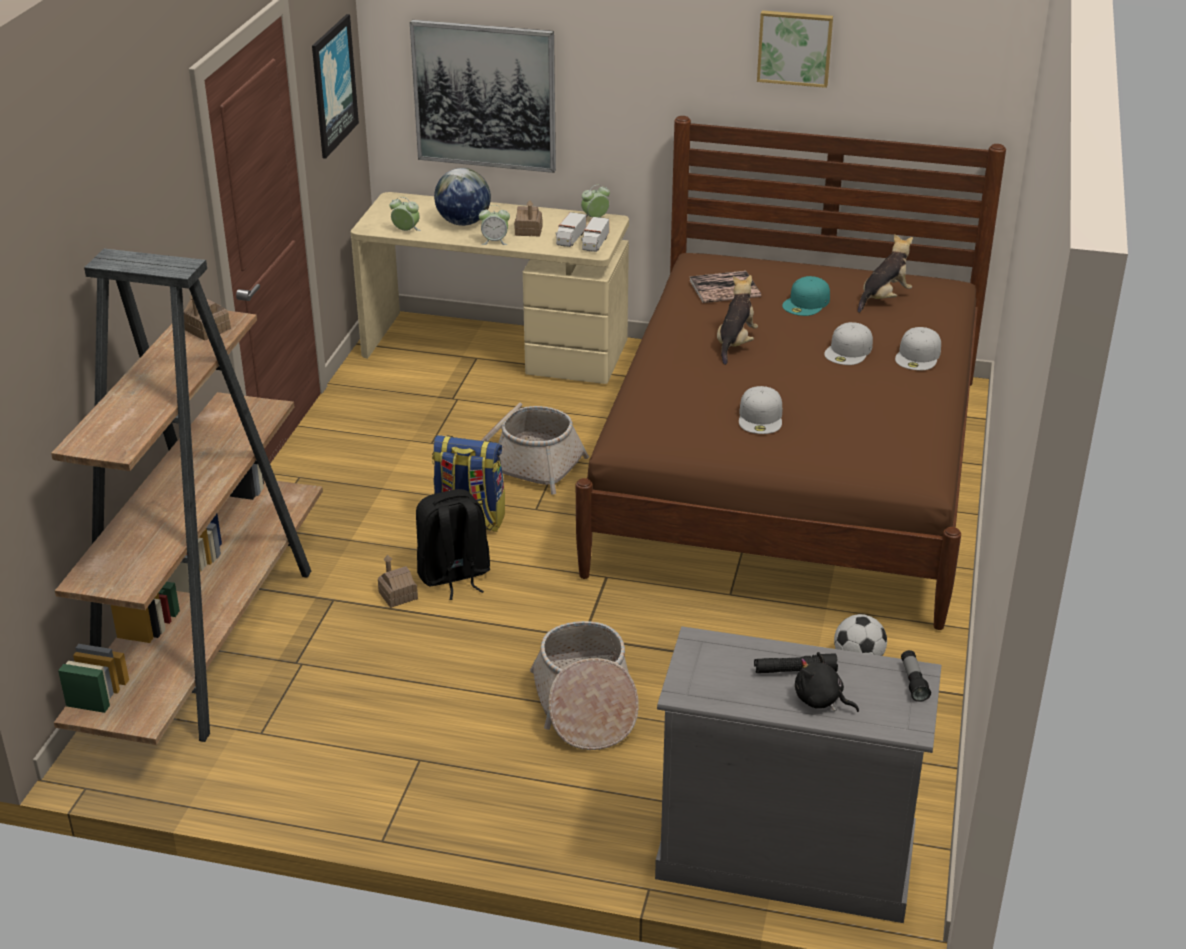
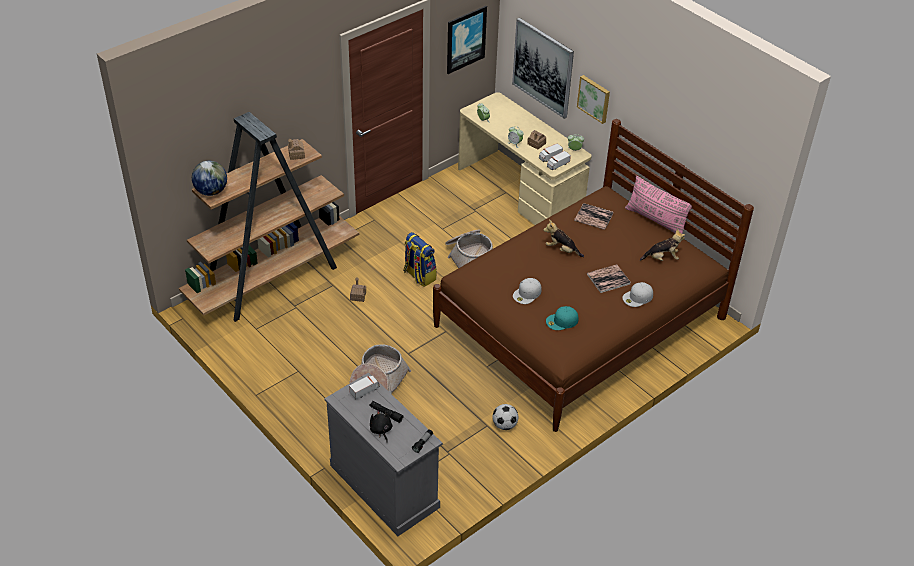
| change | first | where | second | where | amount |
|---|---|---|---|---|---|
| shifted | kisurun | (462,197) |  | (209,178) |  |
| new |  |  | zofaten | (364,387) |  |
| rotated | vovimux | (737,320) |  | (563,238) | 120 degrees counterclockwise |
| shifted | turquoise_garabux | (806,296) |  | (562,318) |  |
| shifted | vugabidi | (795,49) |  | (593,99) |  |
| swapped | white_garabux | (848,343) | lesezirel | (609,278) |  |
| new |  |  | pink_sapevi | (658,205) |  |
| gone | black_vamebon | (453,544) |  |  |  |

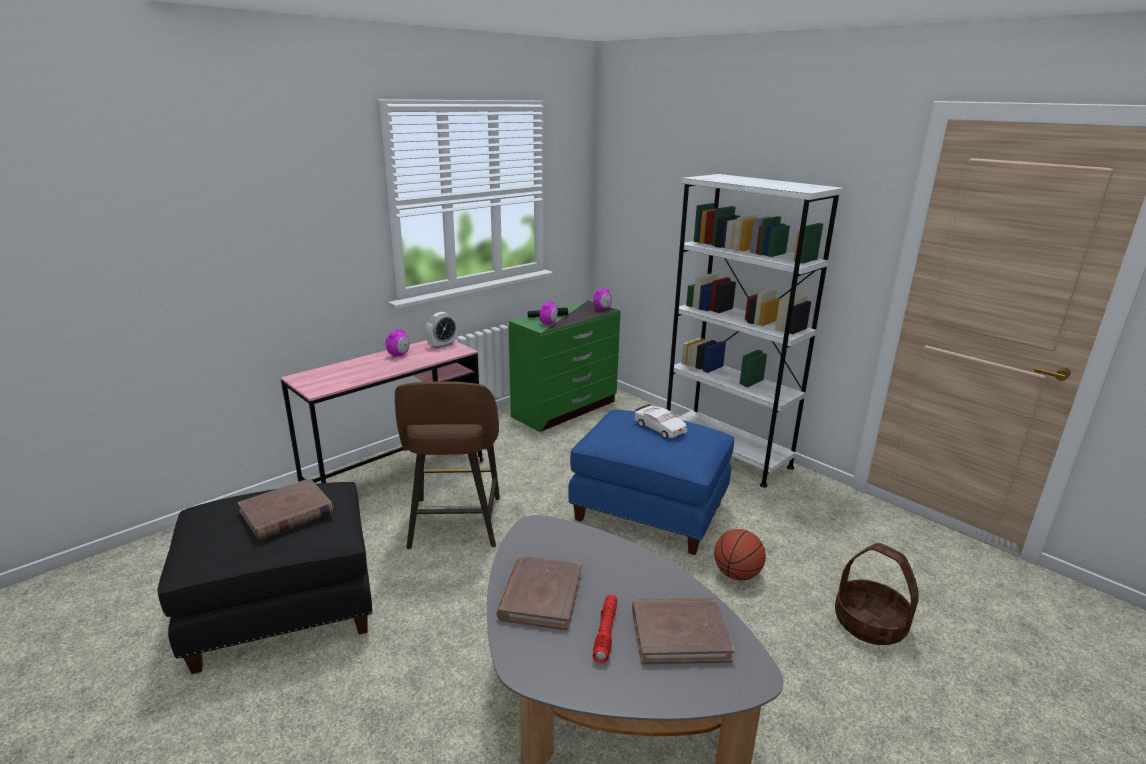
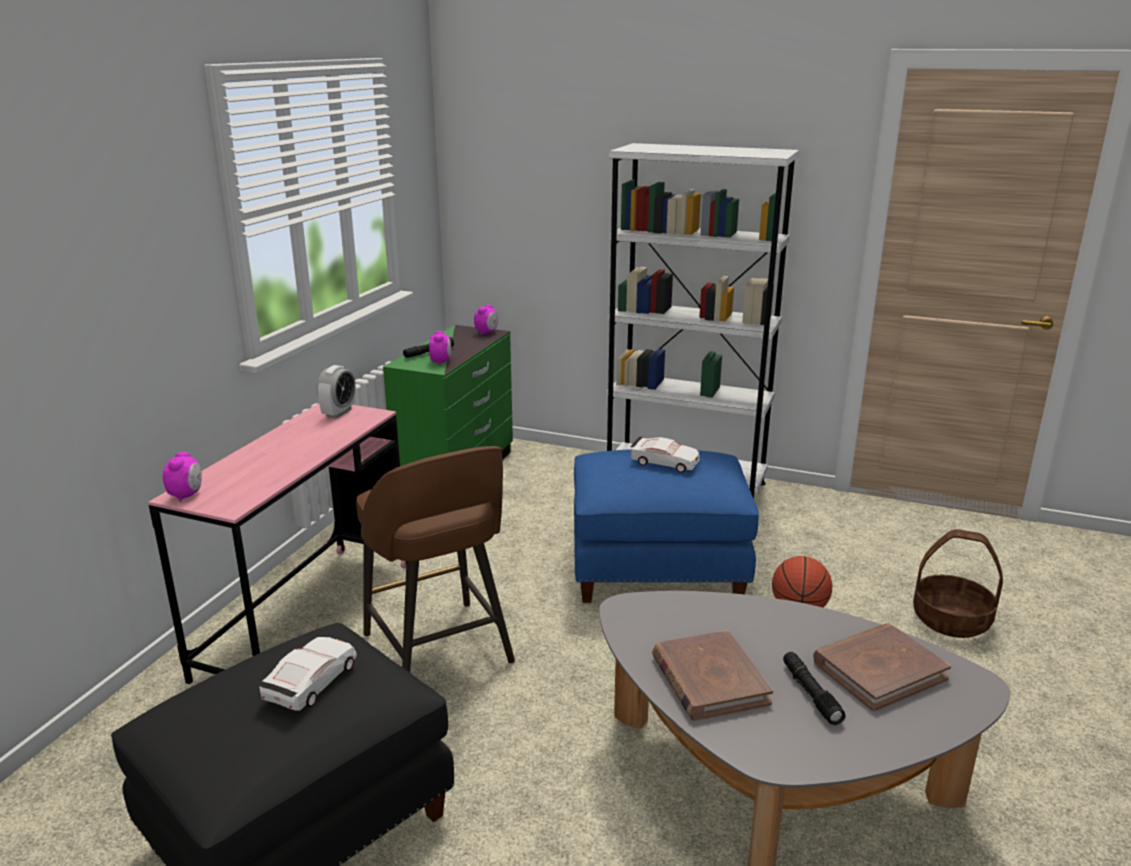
| change | first | where | second | where | amount |
|---|---|---|---|---|---|
| shifted | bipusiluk | (398,343) |  | (182,476) |  |
| swapped | brown_lesezirel | (285,508) | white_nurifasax | (307,674) |  |
| repainted | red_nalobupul | (605,629) | black_nalobupul | (814,688) |  |

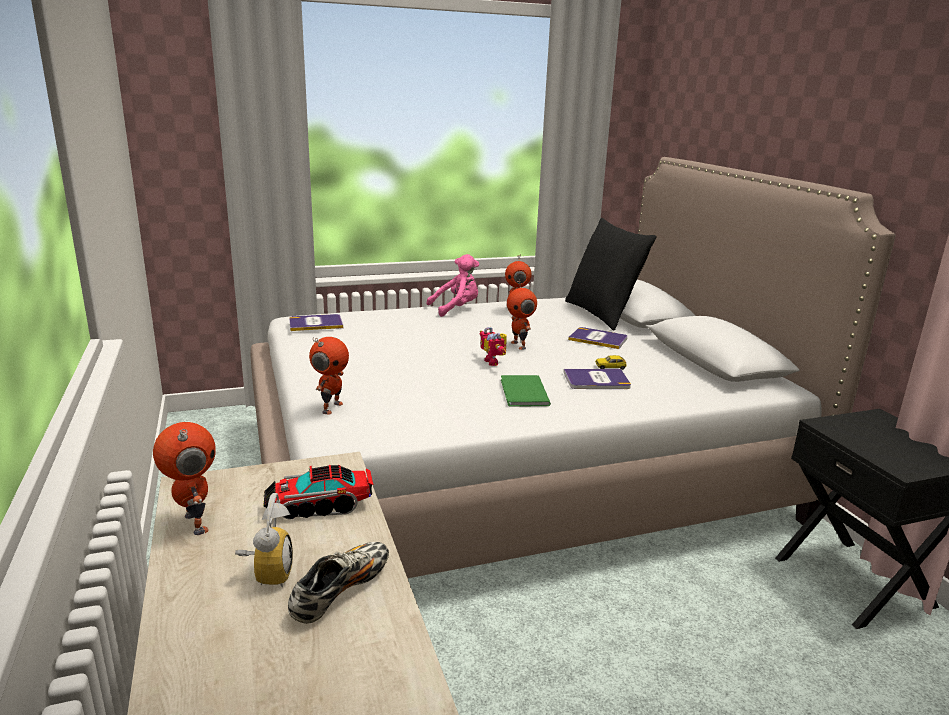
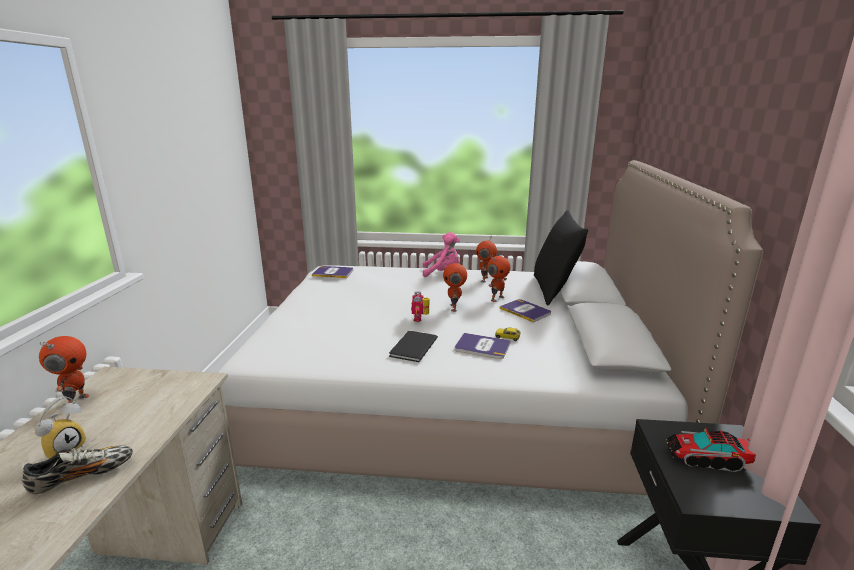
| change | first | where | second | where | amount |
|---|---|---|---|---|---|
| repainted | green_lesezirel | (526,390) | black_lesezirel | (413,346) |  |
| shifted | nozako | (329,376) |  | (498,279) |  |
| shifted | zofaten | (318,492) |  | (711,450) |  |

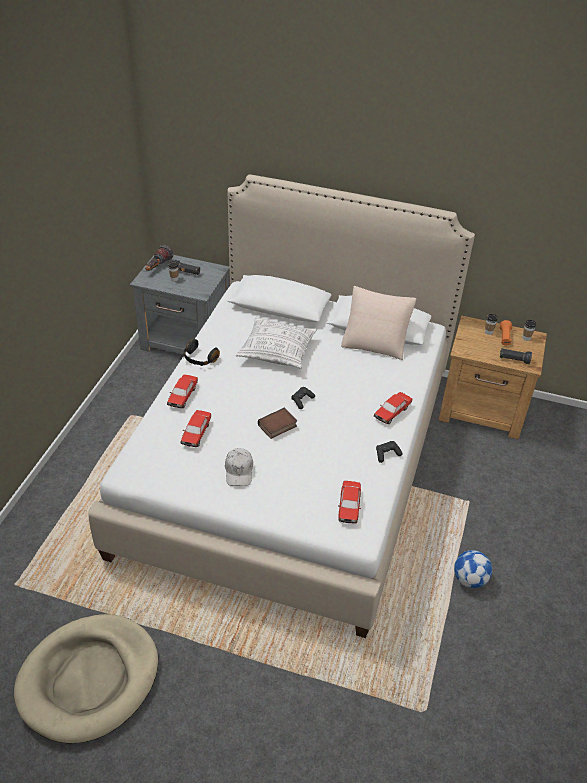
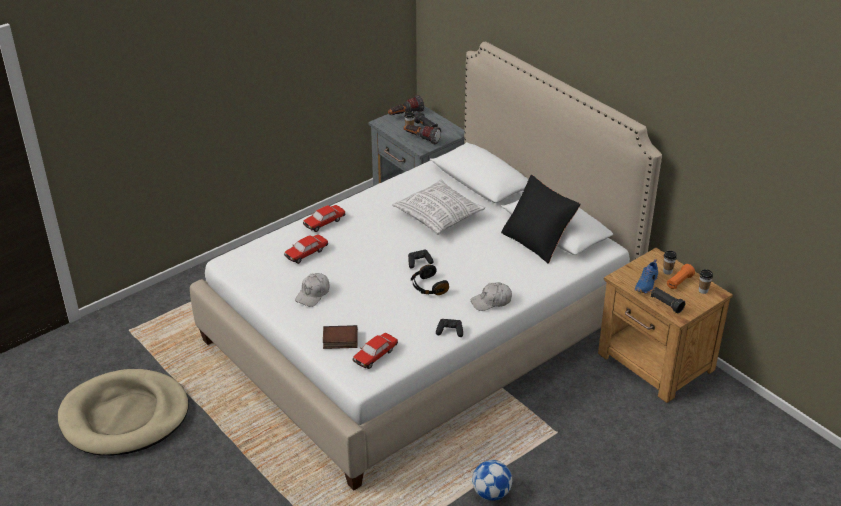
| change | first | where | second | where | amount |
|---|---|---|---|---|---|
| shifted | lesezirel | (277,423) |  | (340,337) |  |
| new |  |  | nalobupul | (422,134) |  |
| shifted | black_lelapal | (201,352) |  | (430,279) |  |
| swapped | nurifasax | (393,408) | white_garabux | (491,296) |  |
| repainted | beige_sapevi | (378,323) | black_sapevi | (541,219) |  |
| new |  |  | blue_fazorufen | (646,276) |  |

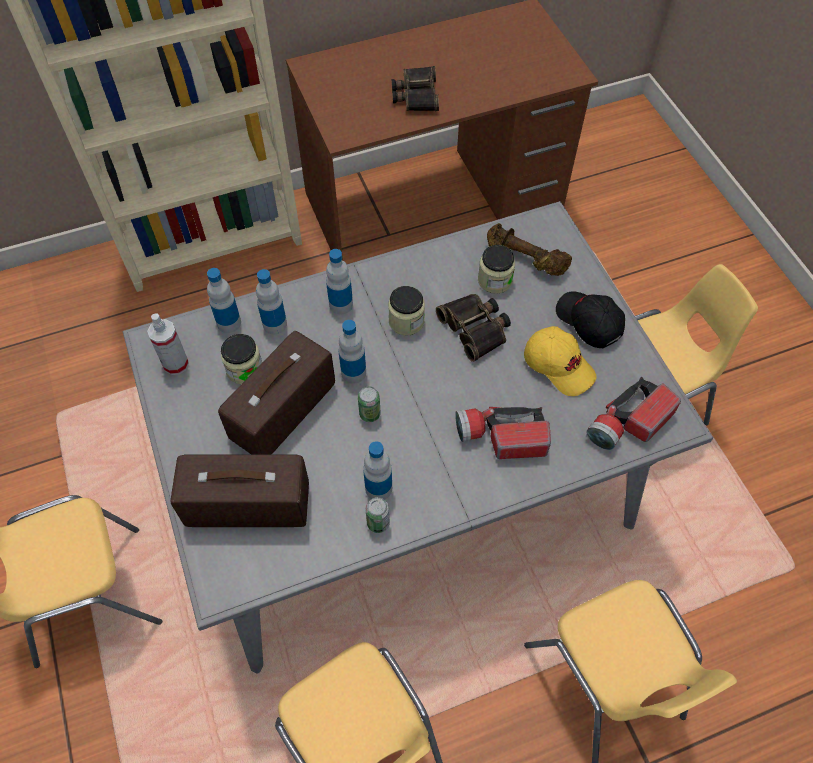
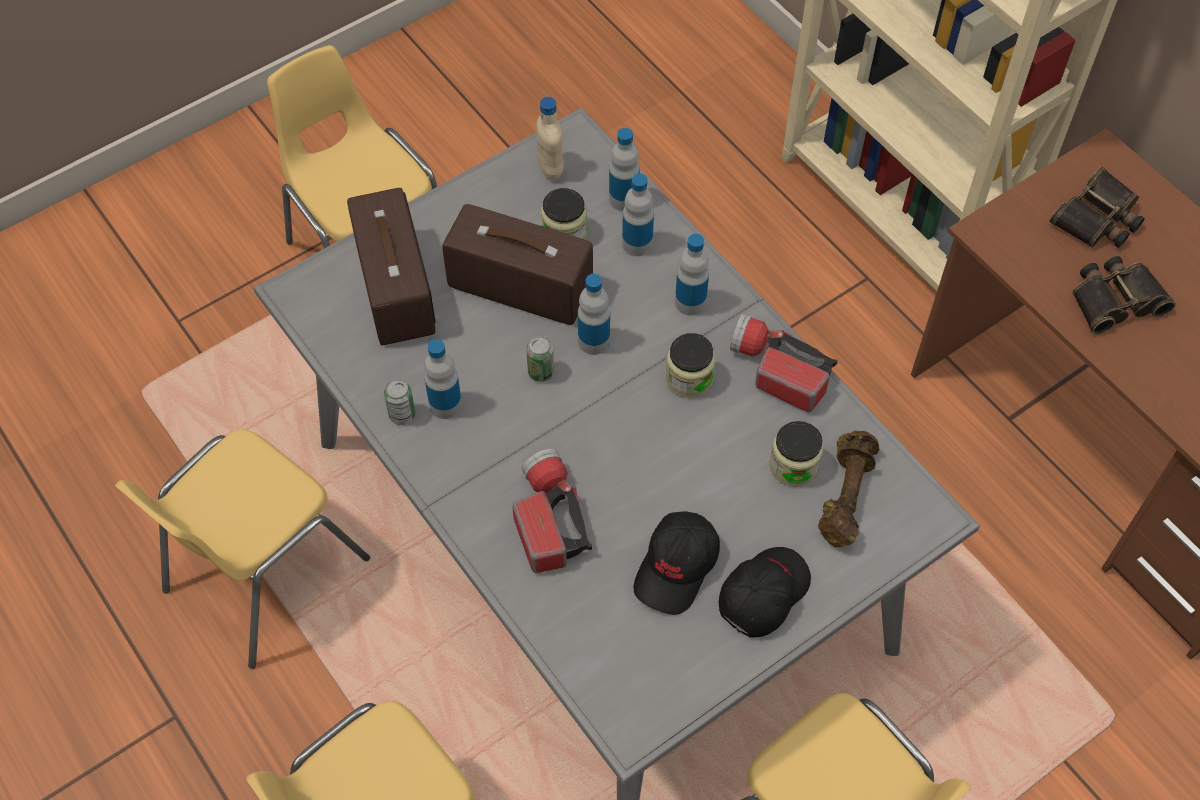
| change | first | where | second | where | amount |
|---|---|---|---|---|---|
| swapped | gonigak | (168,344) | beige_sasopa | (550,138) |  |
| repainted | yellow_garabux | (560,361) | black_garabux | (676,563) |  |
| shifted | nalobupul | (633,413) |  | (784,363) |  |
| shifted | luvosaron | (473,328) |  | (1097,207) |  |

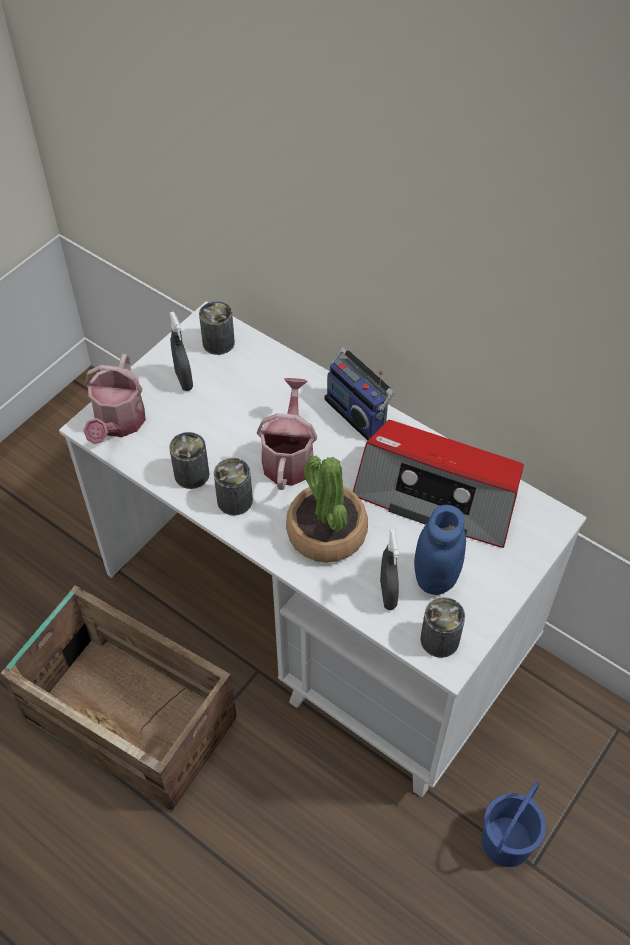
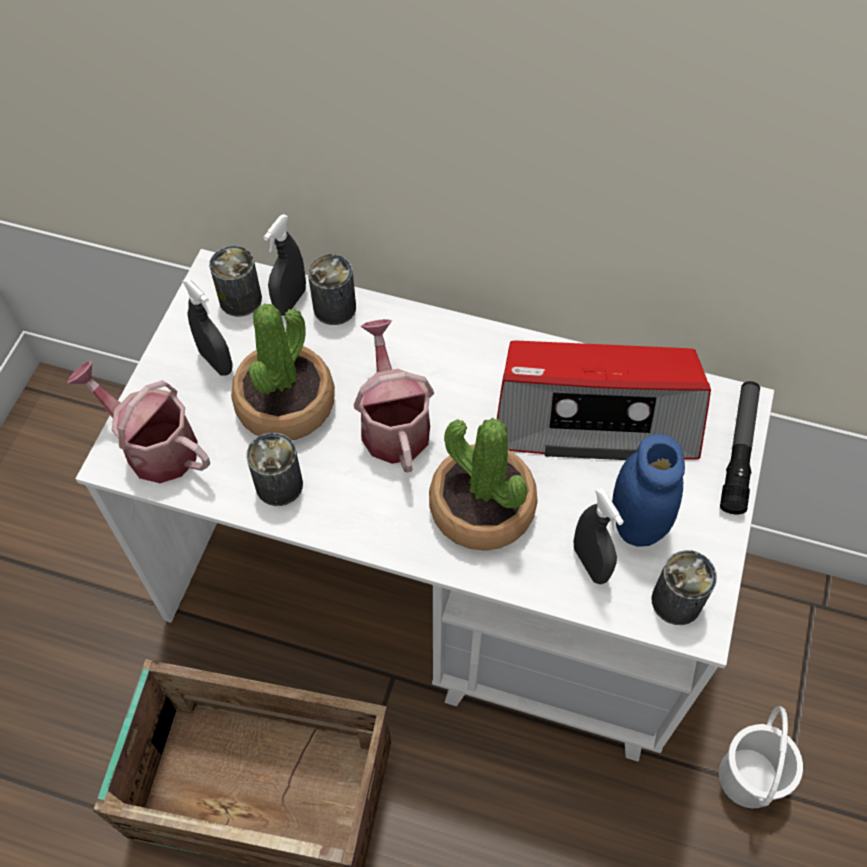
| change | first | where | second | where | amount |
|---|---|---|---|---|---|
| rotated | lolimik | (114,399) |  | (139,421) | 135 degrees clockwise |
| new |  |  | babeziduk | (283,371) |  |
| new |  |  | grey_gonigak | (285,265) |  |
| shifted | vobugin | (233,486) |  | (332,289) |  |
| repainted | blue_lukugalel | (513,824) | white_lukugalel | (761,757) |  |
| new |  |  | nalobupul | (740,447) |  |
| gone | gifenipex | (359,394) |  |  |  |

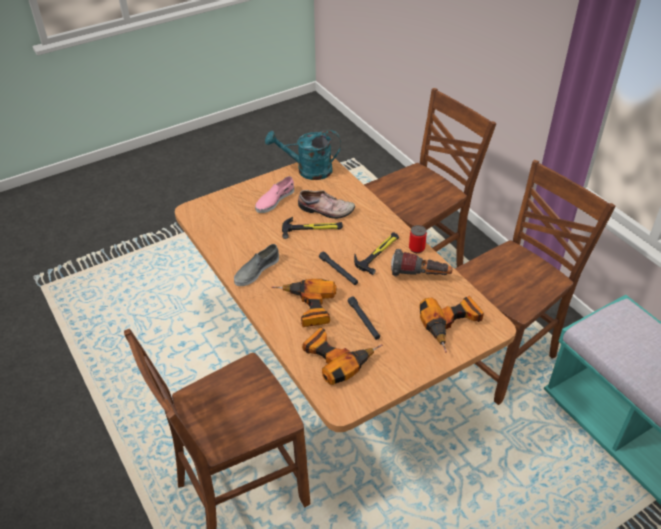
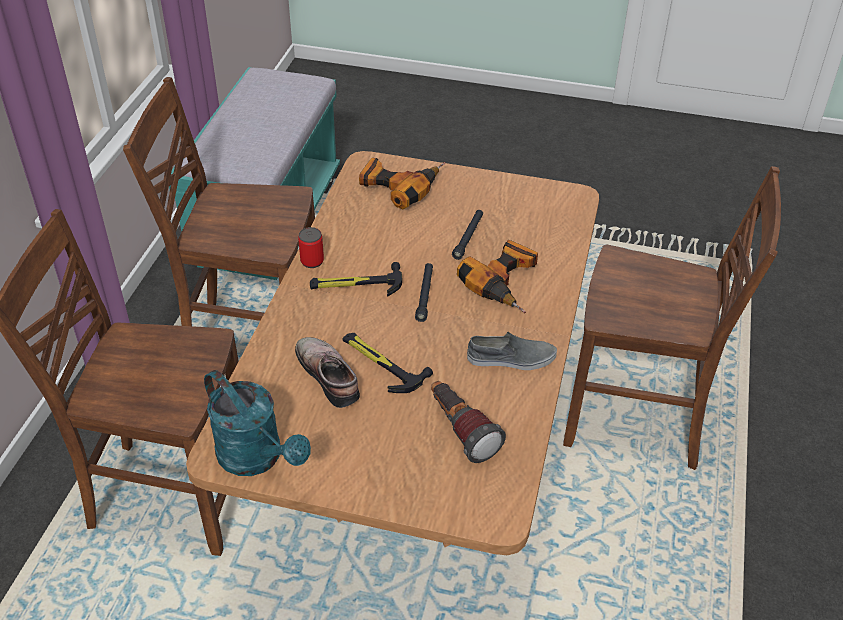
| change | first | where | second | where | amount |
|---|---|---|---|---|---|
| shifted | nalobupul | (422,263) |  | (468,422) |  |
| gone | pink_fazorufen | (274,194) |  |  |  |
| gone | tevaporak | (342,356) |  |  |  |

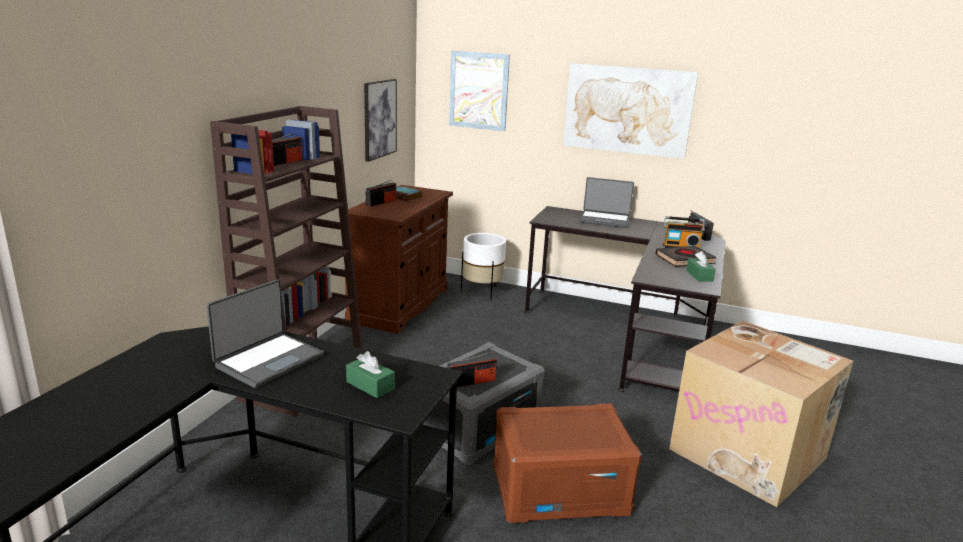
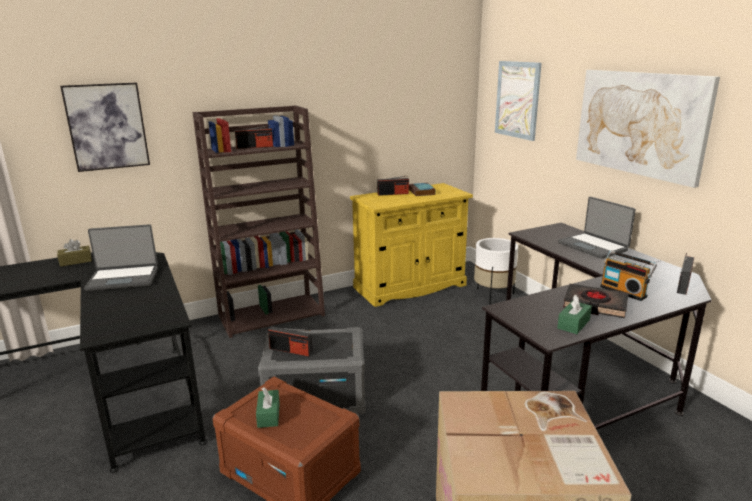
| change | first | where | second | where | amount |
|---|---|---|---|---|---|
| new |  |  | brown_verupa | (74,253) |  |
| shifted | vugabidi | (380,120) |  | (105,127) |  |
| shifted | green_verupa | (370,374) |  | (268,407) |  |
| repainted | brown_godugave | (399,259) | yellow_godugave | (411,245) |  |

